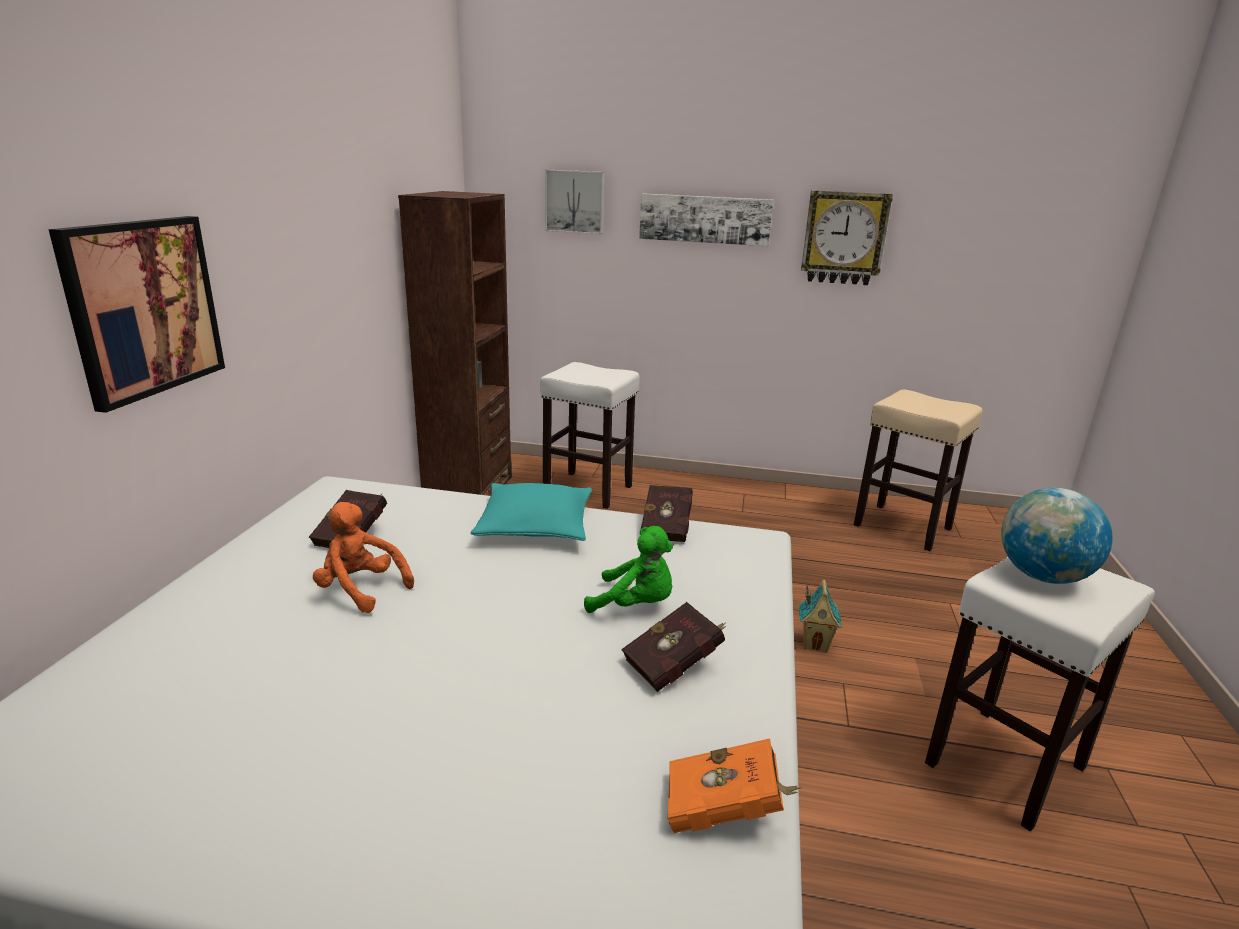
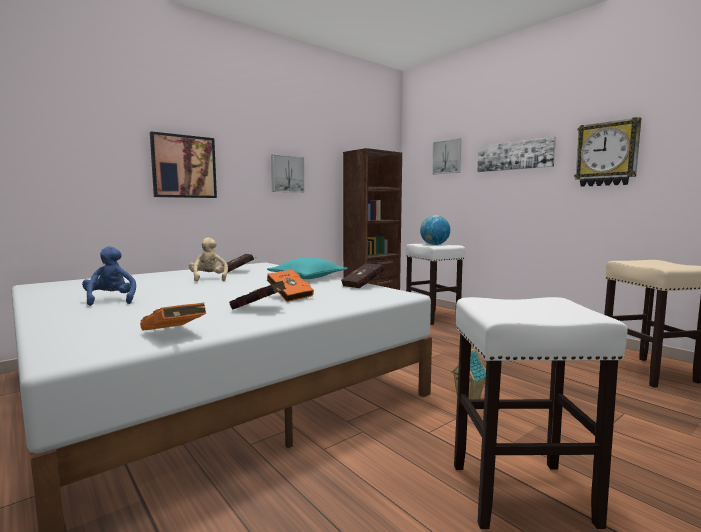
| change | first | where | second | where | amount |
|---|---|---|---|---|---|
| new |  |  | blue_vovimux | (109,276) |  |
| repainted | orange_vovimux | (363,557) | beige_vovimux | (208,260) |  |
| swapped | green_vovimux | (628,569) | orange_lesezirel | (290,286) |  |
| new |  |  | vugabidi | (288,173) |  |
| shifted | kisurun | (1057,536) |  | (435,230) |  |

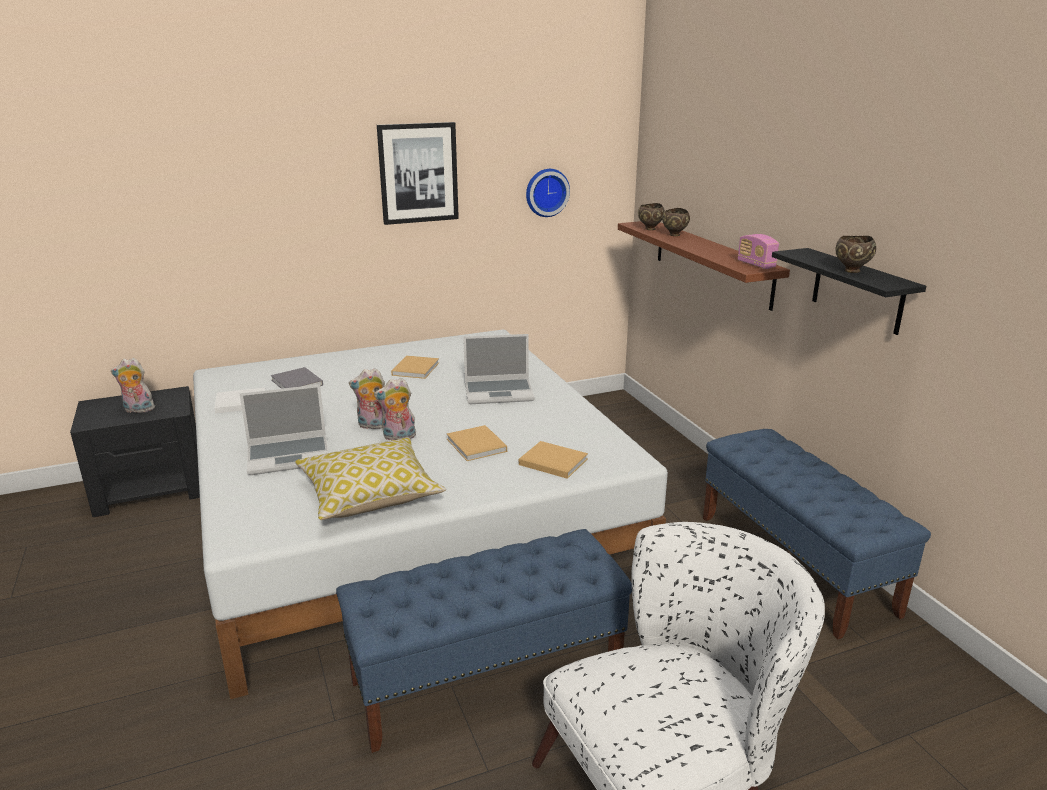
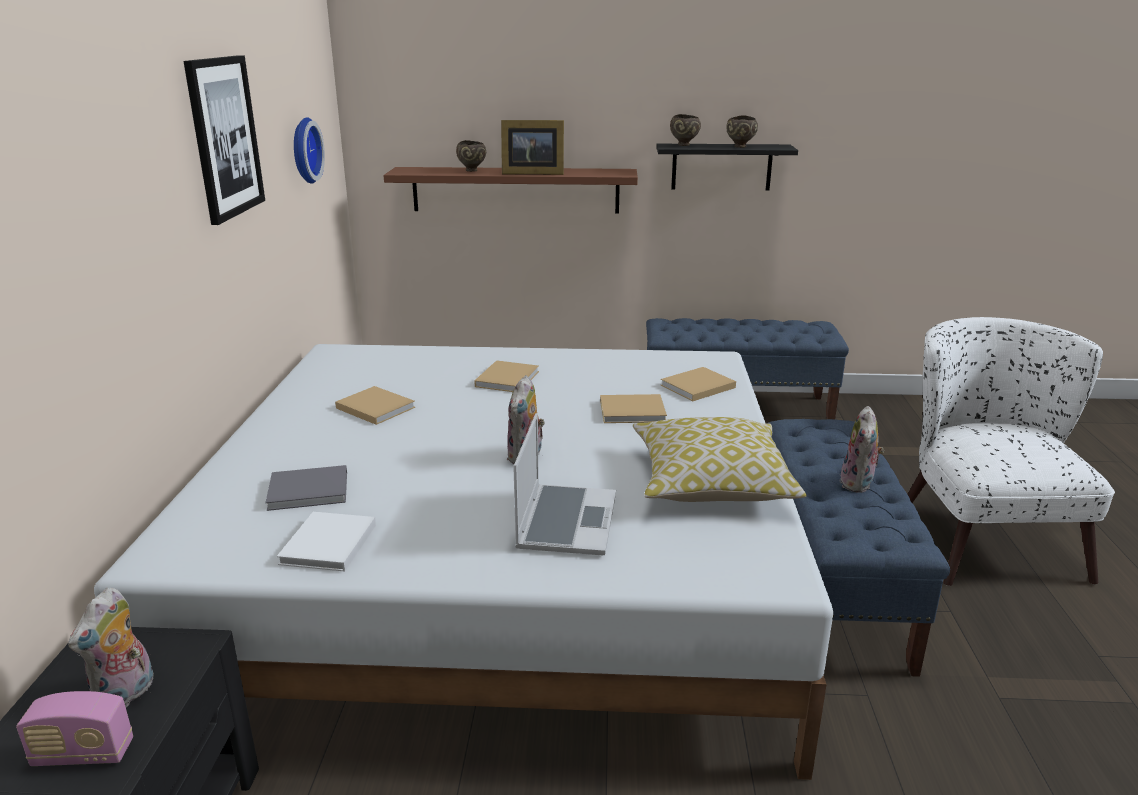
| change | first | where | second | where | amount |
|---|---|---|---|---|---|
| shifted | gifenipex | (758,251) |  | (74,728) |  |
| swapped | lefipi | (499,369) | beige_lesezirel | (506,376) |  |
| new |  |  | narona | (532,147) |  |
| shifted | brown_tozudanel | (651,216) |  | (685,130) |  |
| shifted | vovimux | (395,409) |  | (862,449) |  |

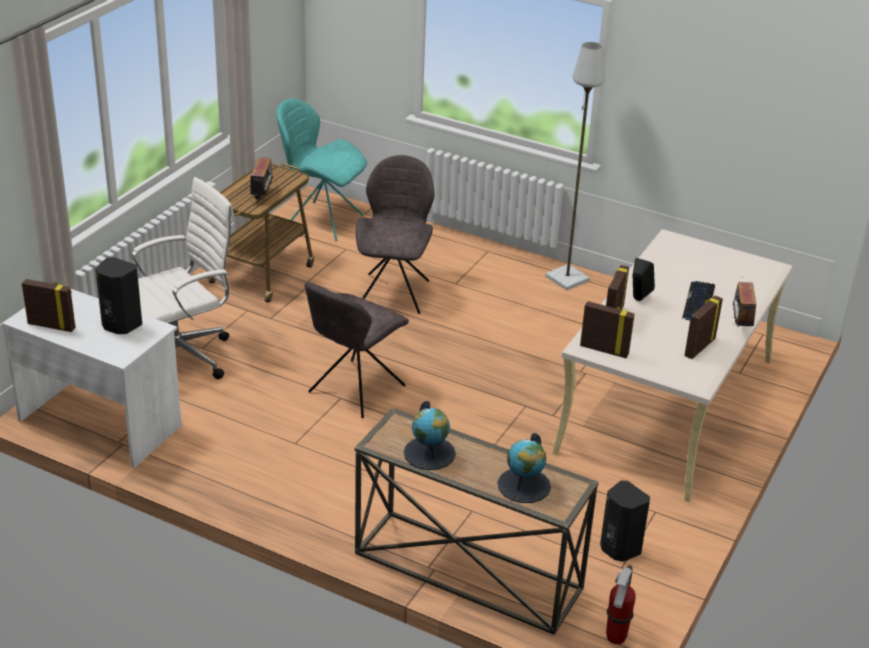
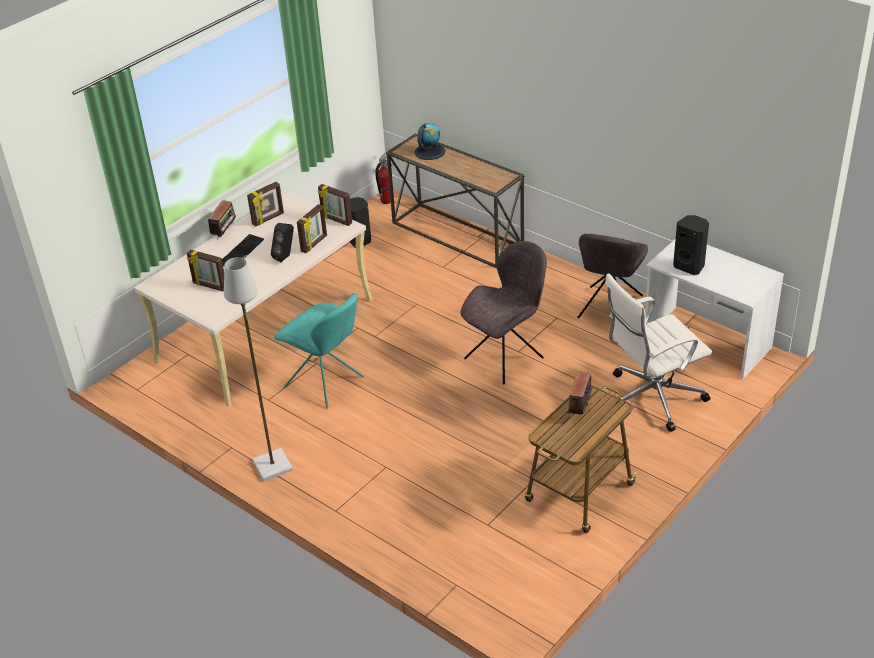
| change | first | where | second | where | amount |
|---|---|---|---|---|---|
| shifted | narona | (49,305) |  | (205,270) |  |
| shifted | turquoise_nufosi | (321,169) |  | (319,351) |  |
| shifted | grey_nufosi | (395,234) |  | (612,276) |  |
| gone | kisurun | (430,435) |  |  |  |

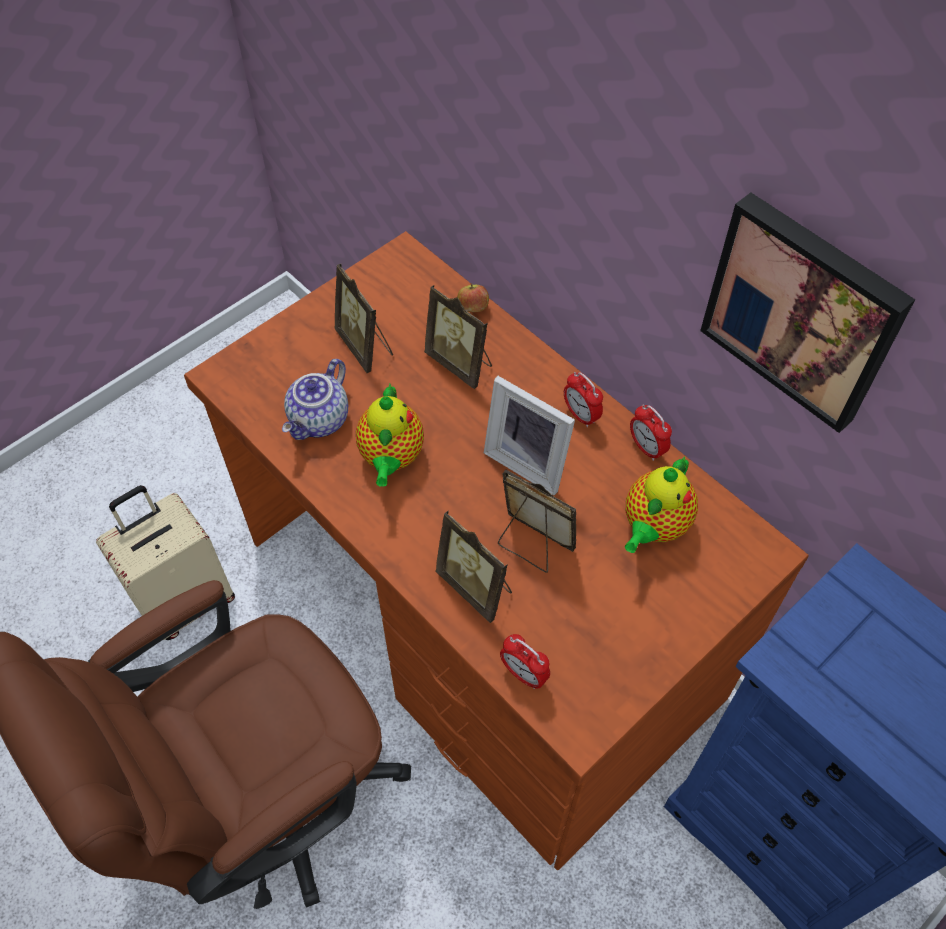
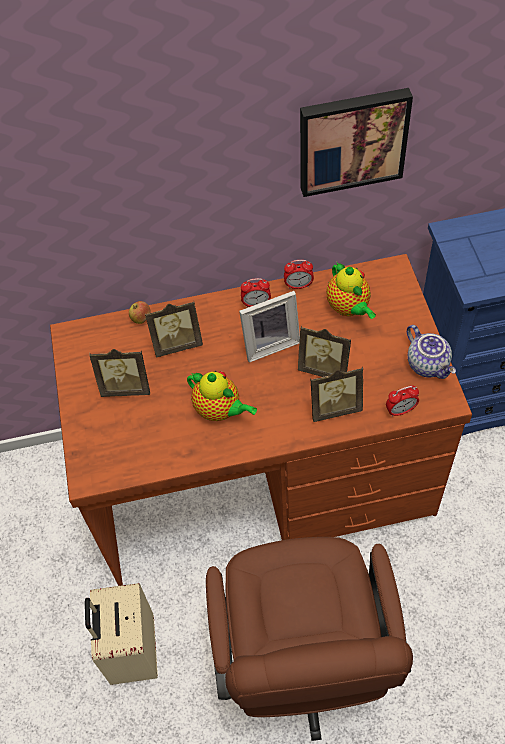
| change | first | where | second | where | amount |
|---|---|---|---|---|---|
| rotated | narona | (537,521) |  | (324,351) | 135 degrees counterclockwise |
| shifted | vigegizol | (315,399) |  | (431,352) |  |

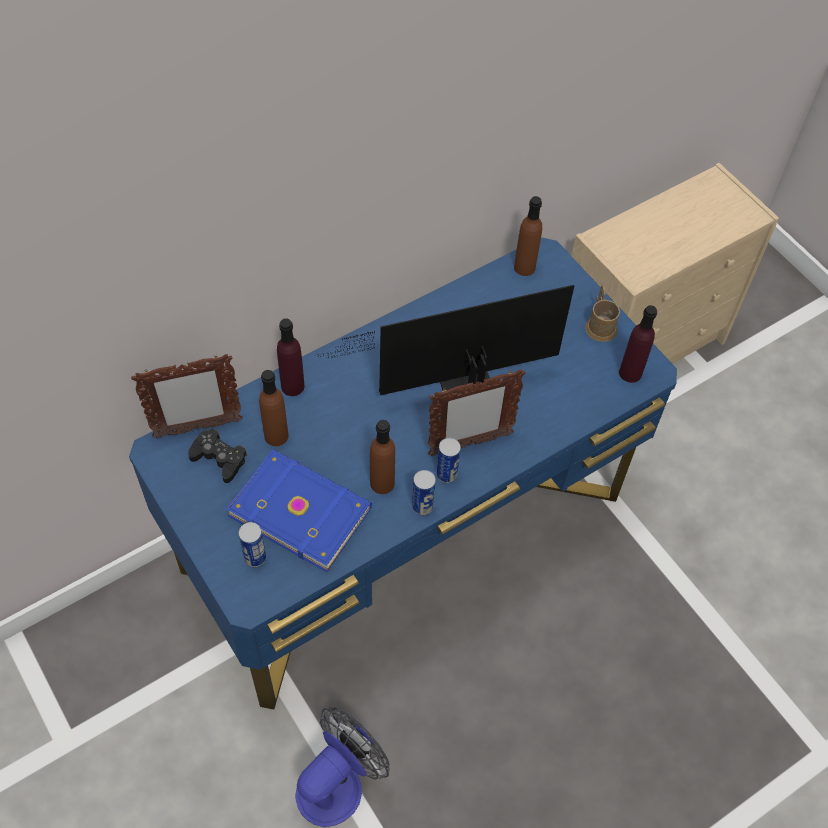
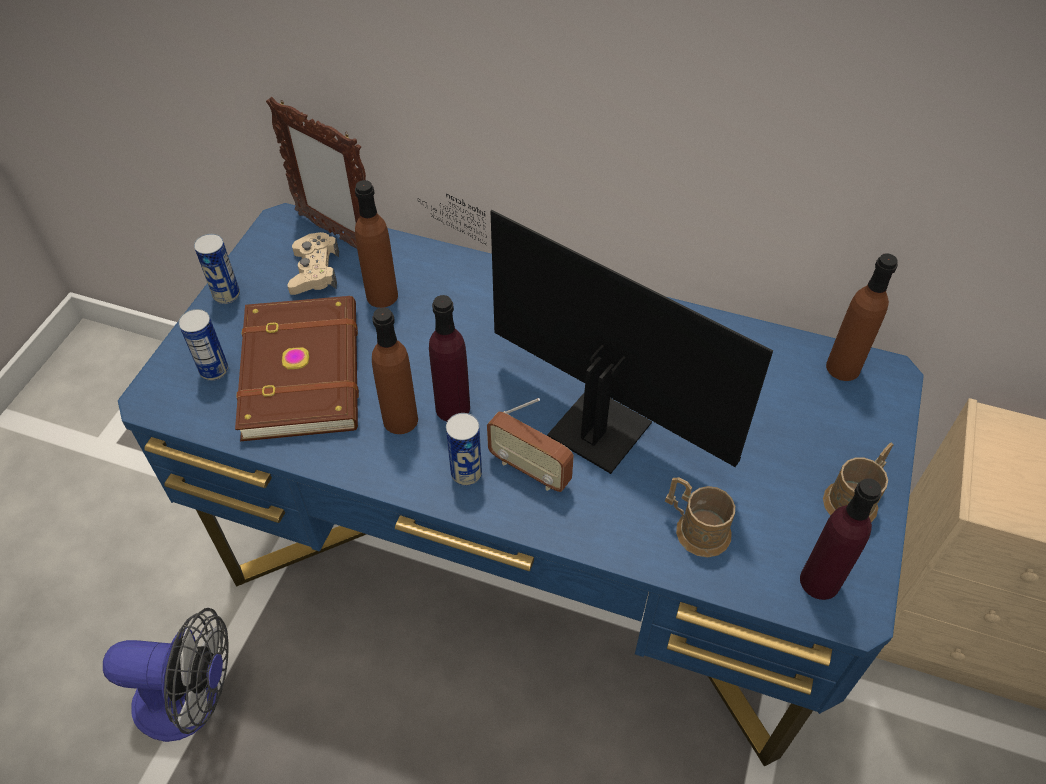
| change | first | where | second | where | amount |
|---|---|---|---|---|---|
| shifted | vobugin | (424,492) |  | (217,269) |  |
| repainted | blue_lesezirel | (299,510) | brown_lesezirel | (297,368) |  |
| repainted | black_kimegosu | (217,455) | beige_kimegosu | (313,263) |  |
| shifted | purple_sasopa | (290,357) |  | (449,358) |  |
| swapped | narona | (476,412) | gifenipex | (530,445) |  |
| new |  |  | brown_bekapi | (700,517) |  |

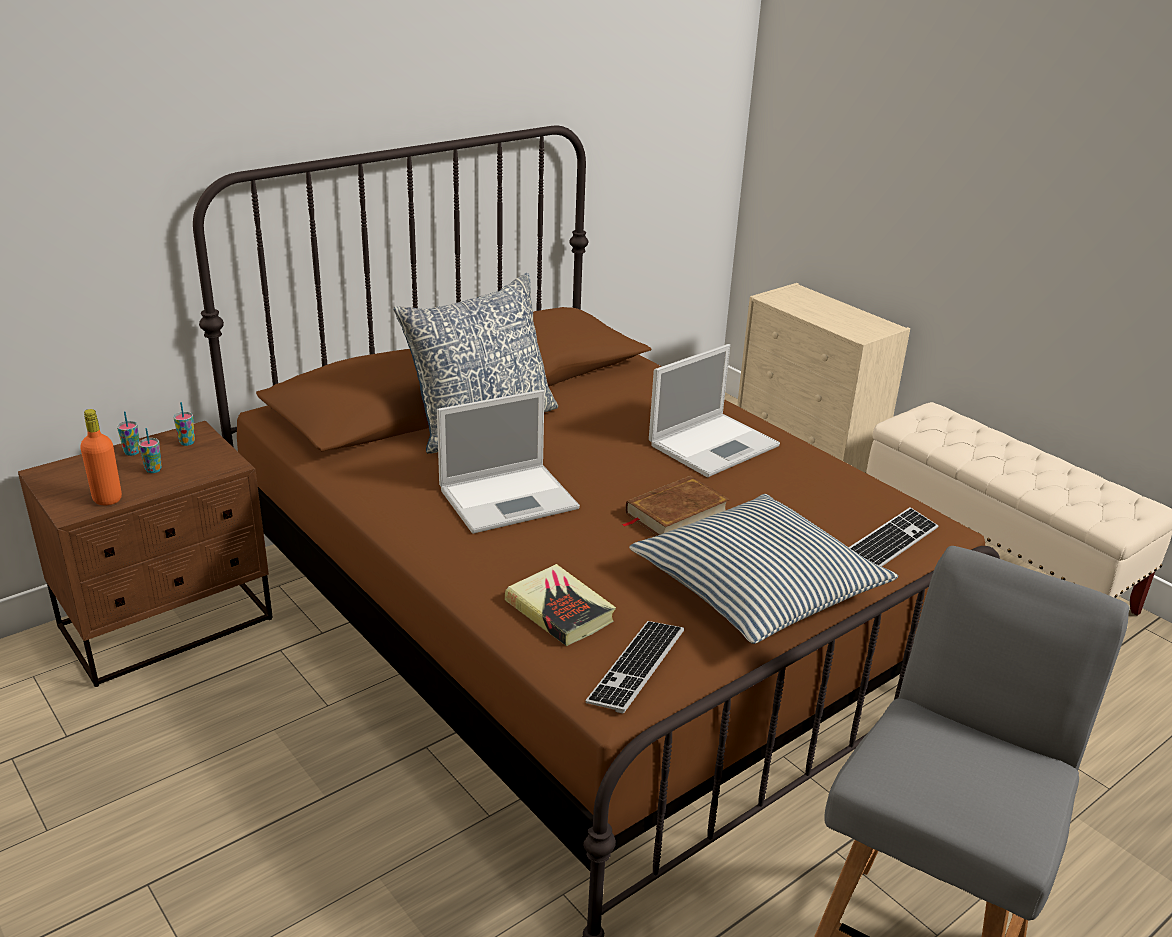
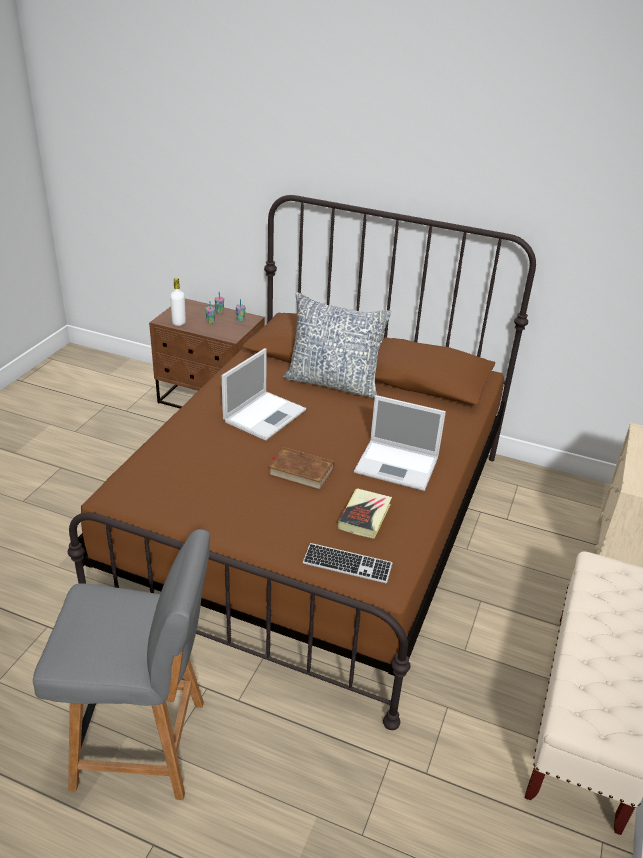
| change | first | where | second | where | amount |
|---|---|---|---|---|---|
| repainted | orange_sasopa | (101,457) | white_sasopa | (178,302) |  |
| rotated | lefipi | (508,462) |  | (264,394) | 90 degrees counterclockwise |
| shifted | lesezirel | (560,605) |  | (365,513) |  |
| gone | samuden | (634,667) |  |  |  |
| gone | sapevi | (763,569) |  |  |  |

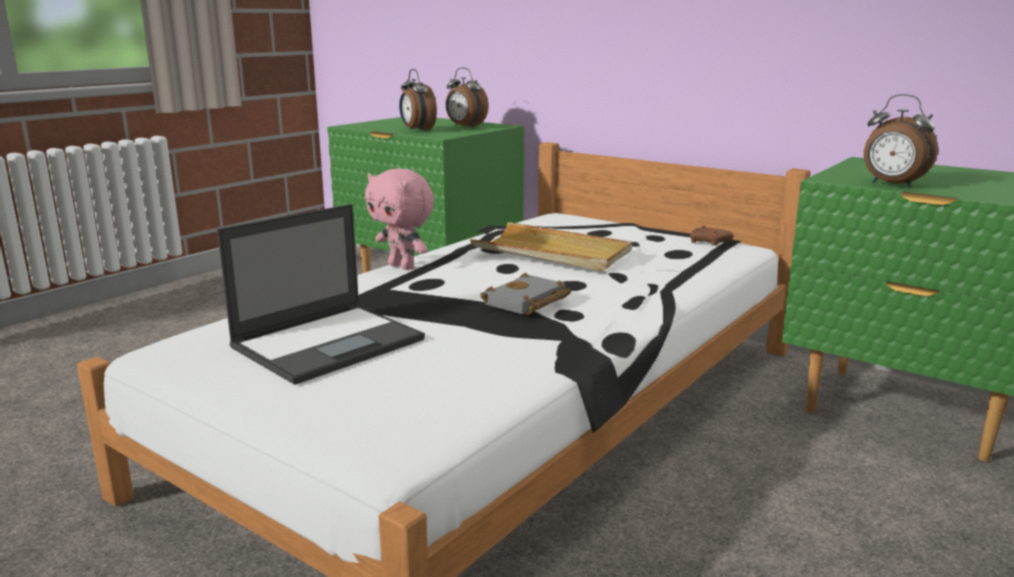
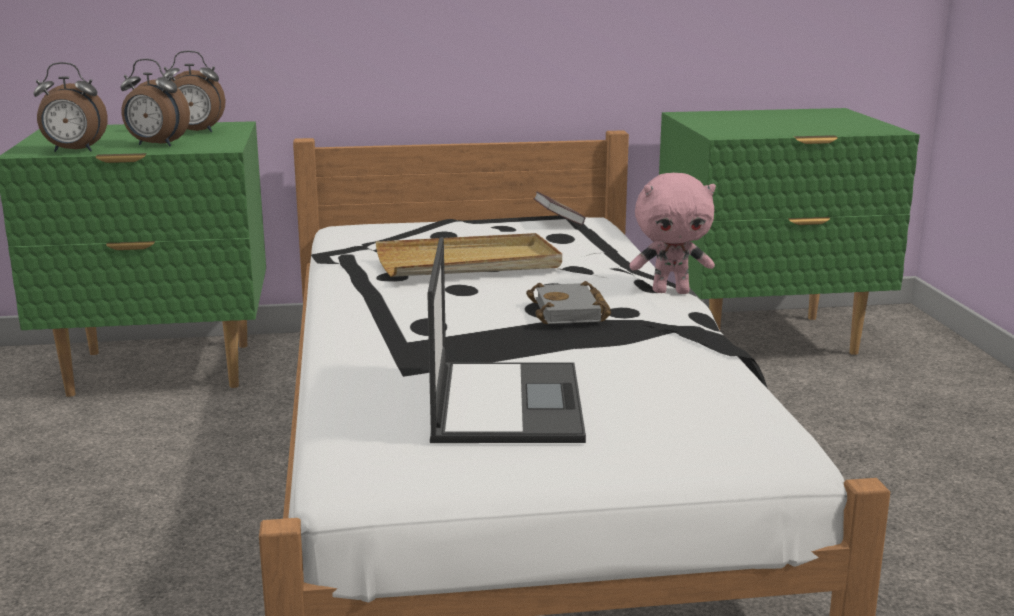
| change | first | where | second | where | amount |
|---|---|---|---|---|---|
| shifted | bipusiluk | (901,141) |  | (70,107) |  |
| swapped | brown_kimegosu | (712,235) | lesezirel | (559,208) |  |
| shifted | pink_vovimux | (399,219) |  | (672,233) |  |

